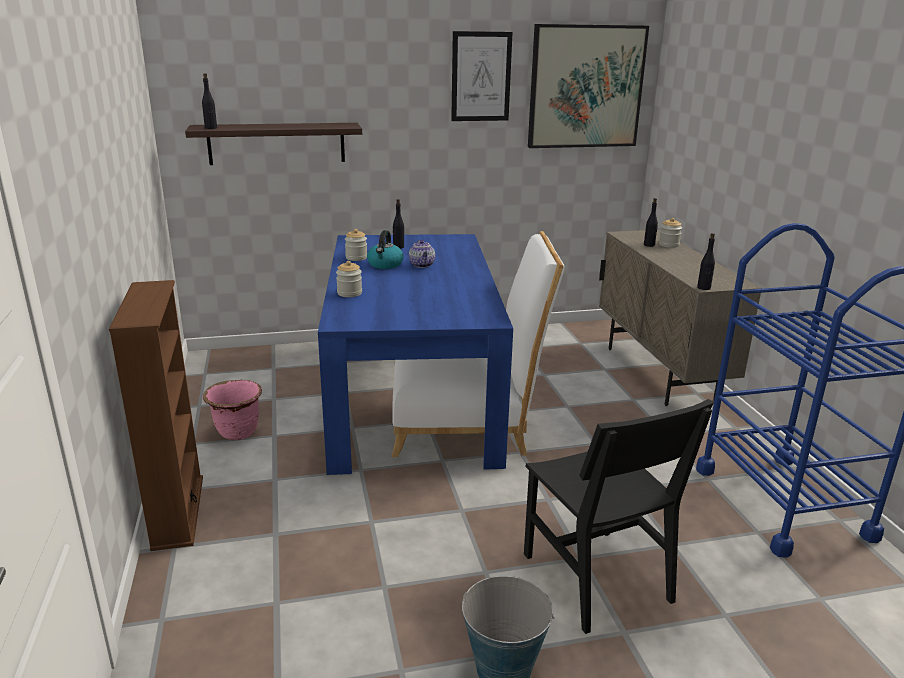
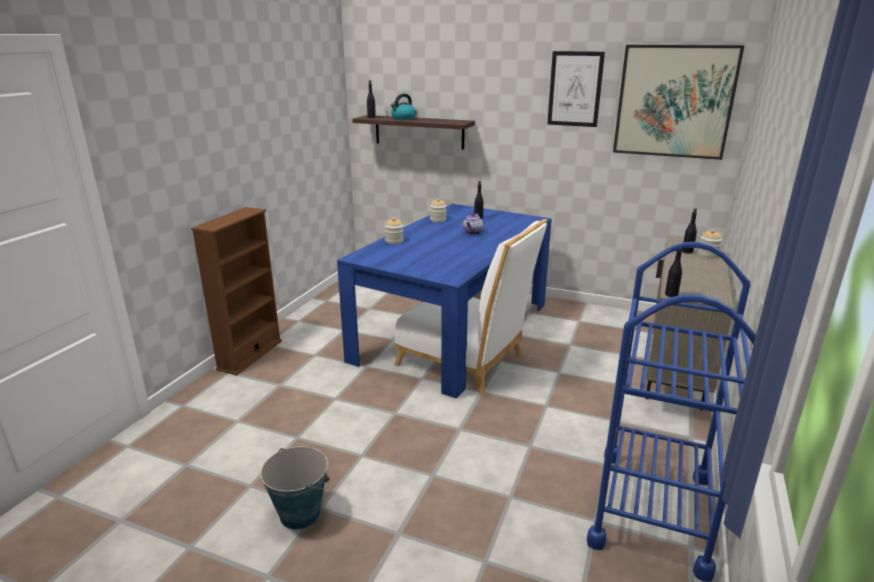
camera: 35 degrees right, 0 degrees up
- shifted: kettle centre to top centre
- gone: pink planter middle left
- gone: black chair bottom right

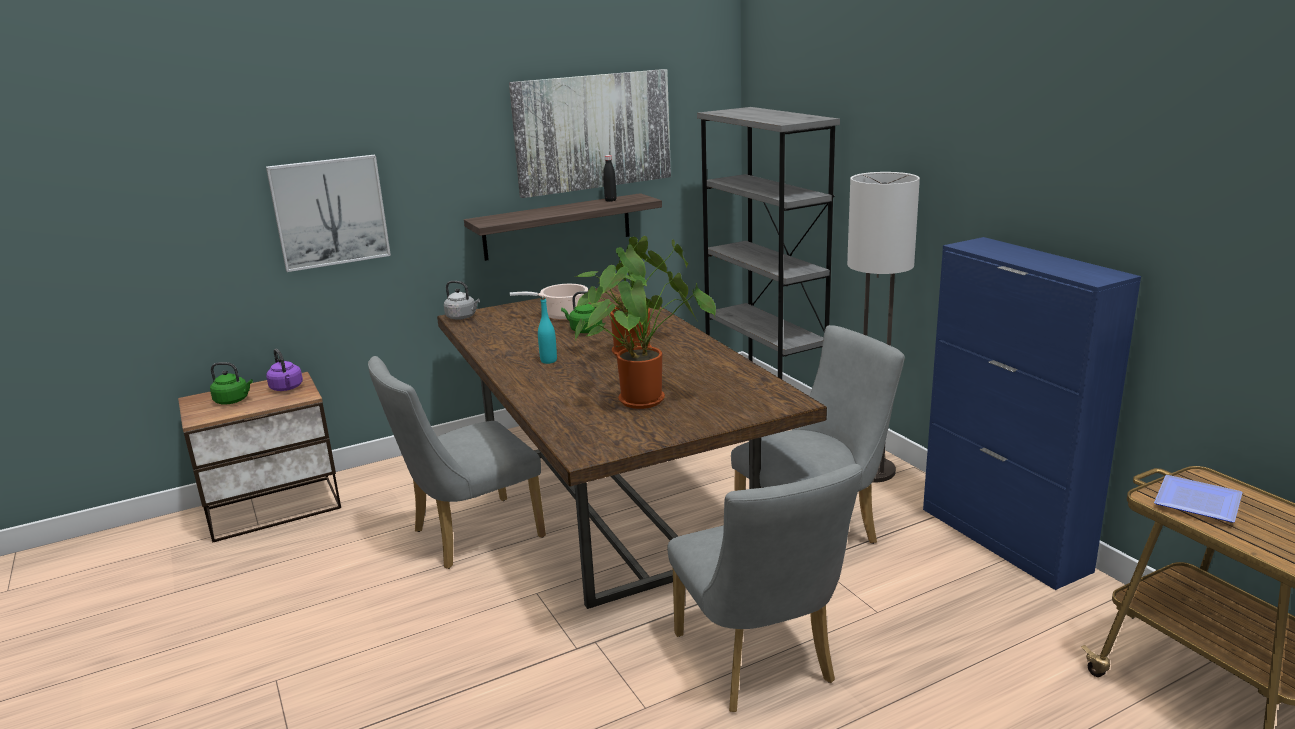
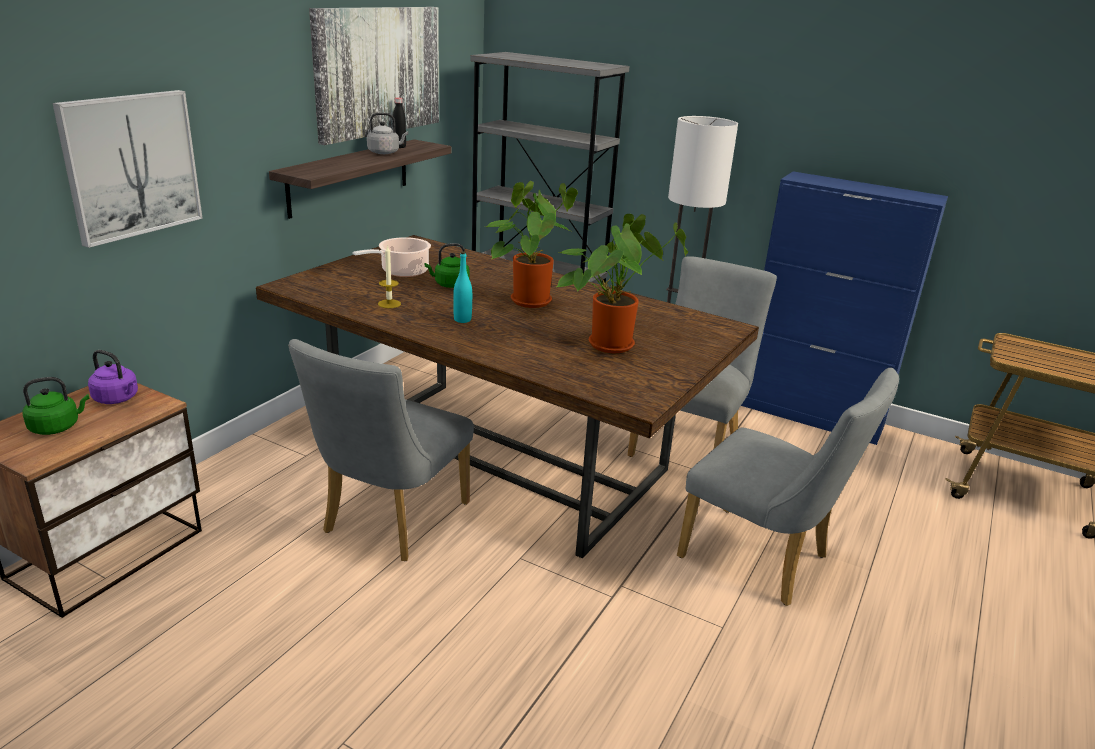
camera: 35 degrees left, 5 degrees up
- shifted: grey kettle centre to top centre
- new: candle centre
- gone: plate bottom right

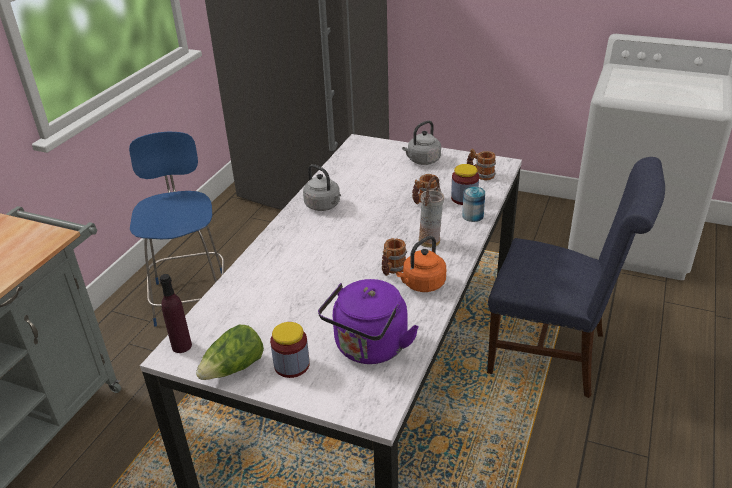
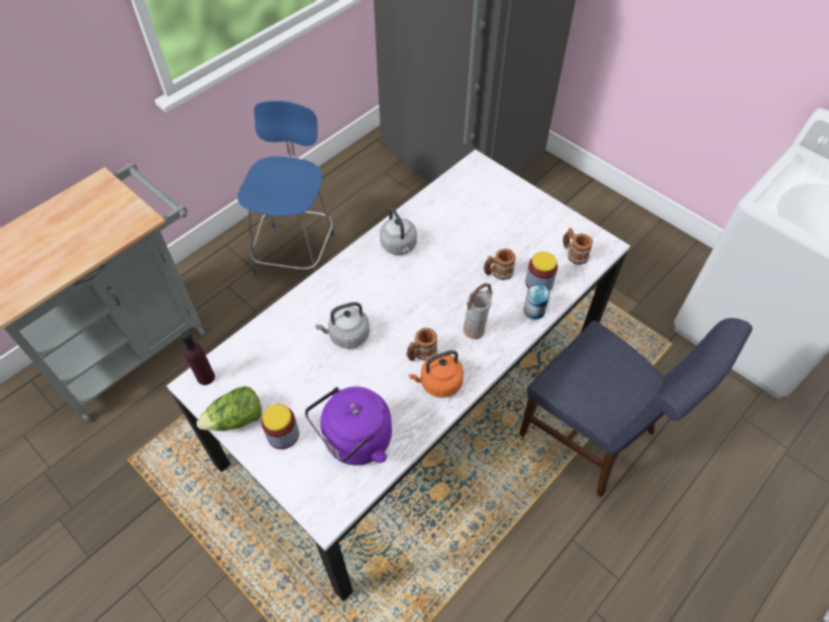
camera: 20 degrees right, 20 degrees up
- shifted: grey kettle (no. 2 from left in the first image) top centre to grey kettle (no. 1 from left) centre

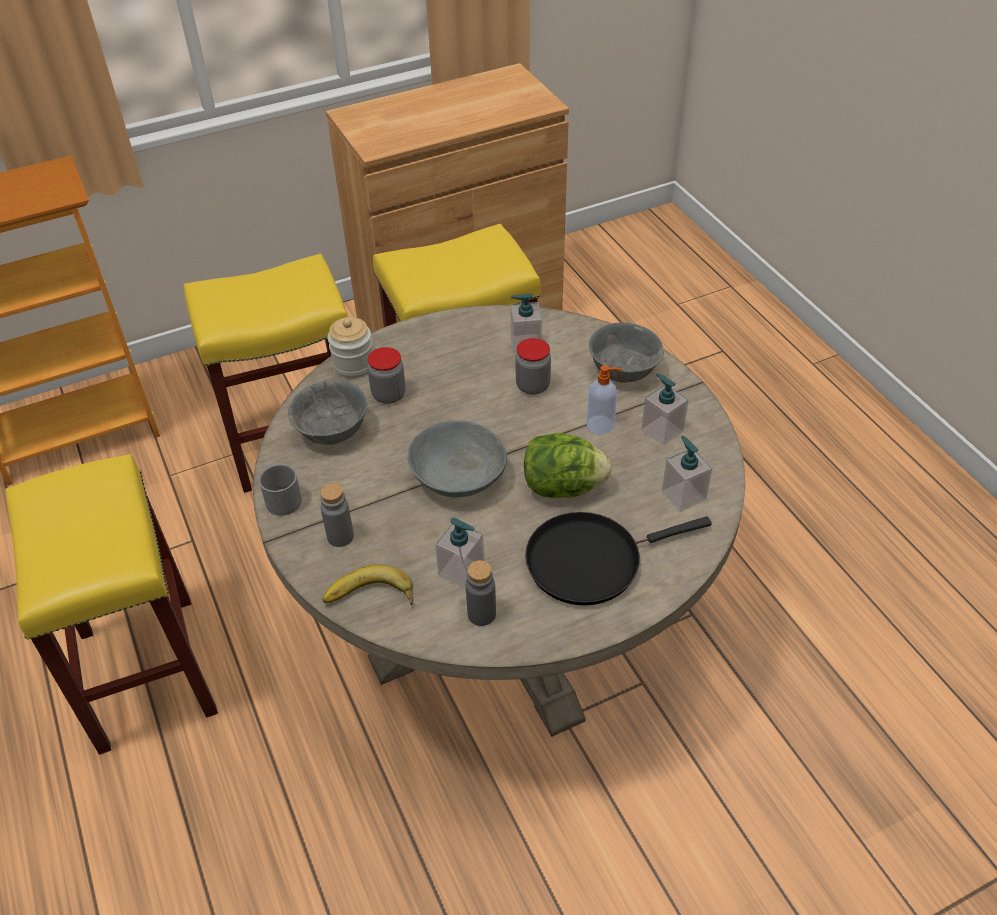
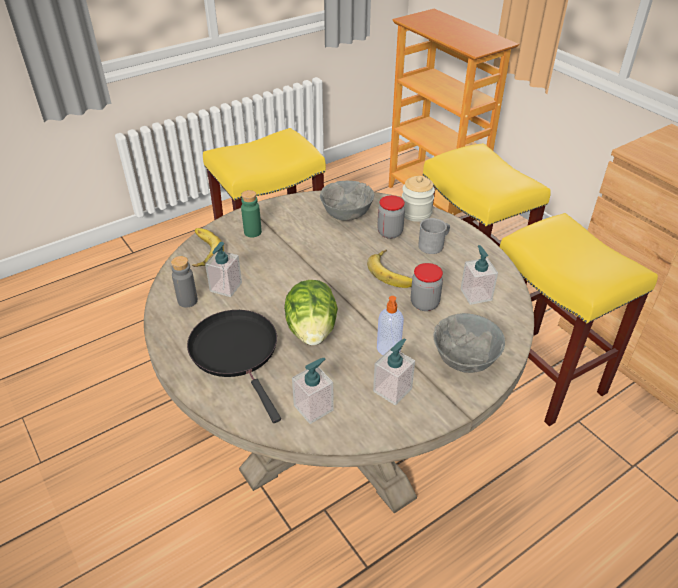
camera: 80 degrees right, 5 degrees down
- repainted: grey bottle (no. 1 from left) centre to green bottle centre
- new: banana (no. 2 from left) centre
- shifted: grey mug middle left to centre
- gone: grey bowl (no. 2 from left) centre

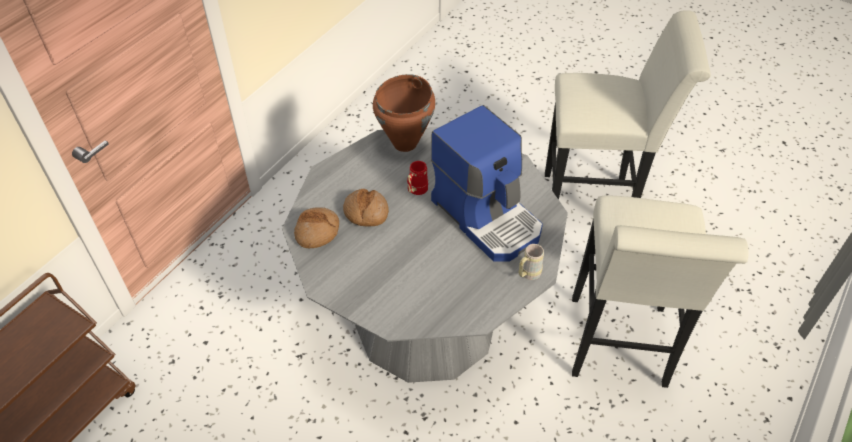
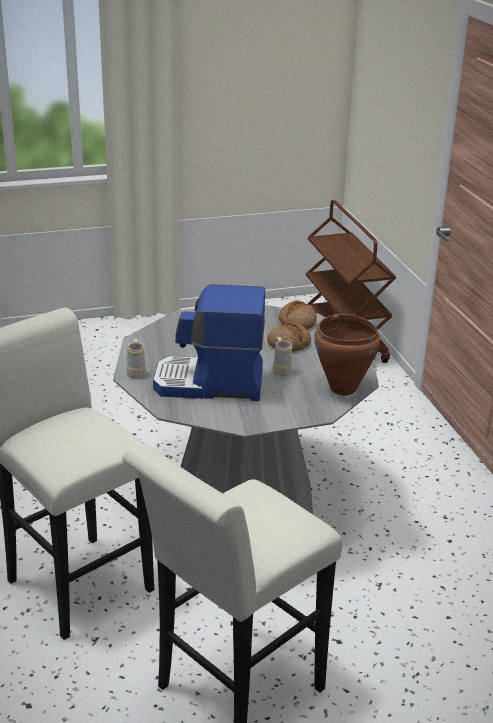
camera: 130 degrees right, 20 degrees down
- repainted: red mug centre to beige mug (no. 2 from left) centre

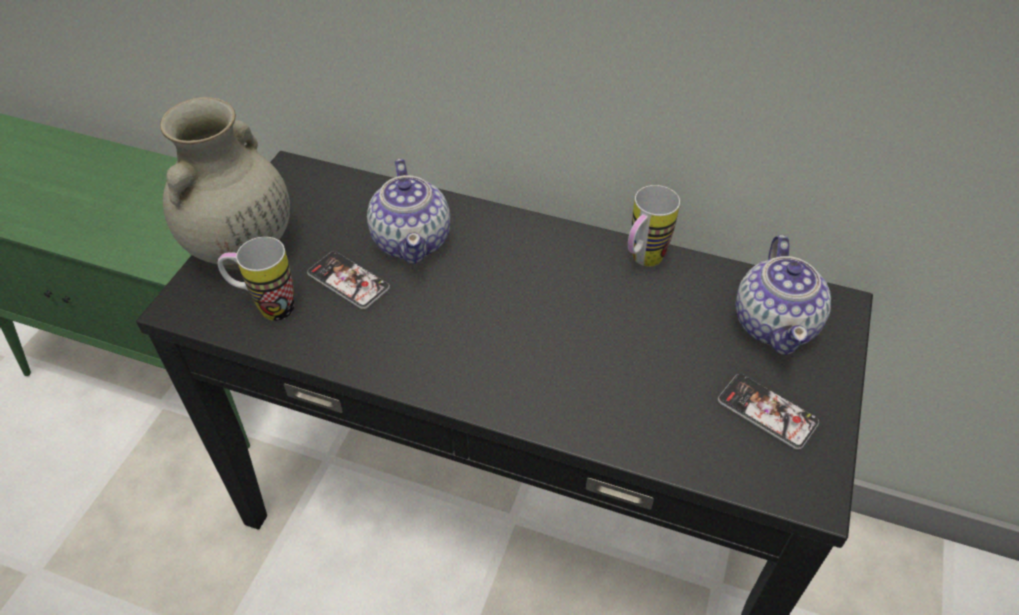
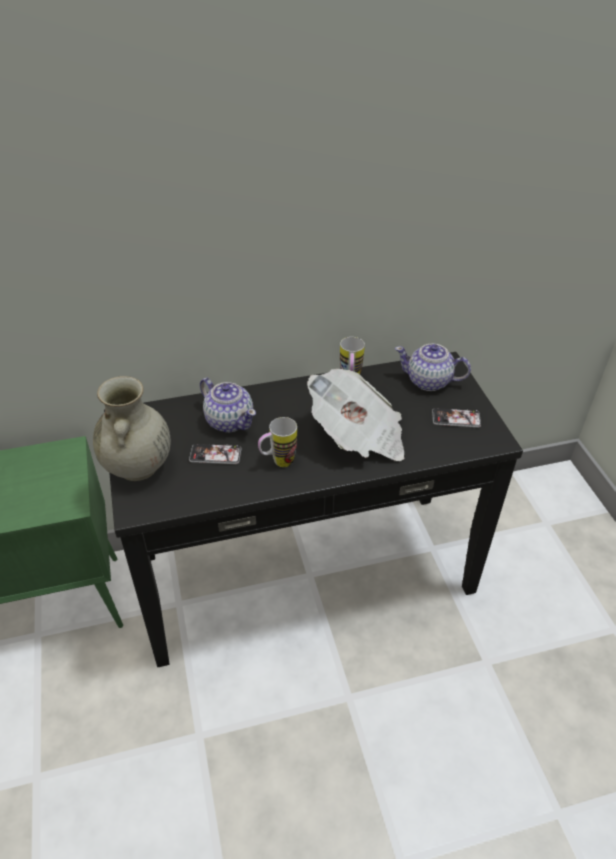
camera: 35 degrees left, 5 degrees down
- shifted: mug (no. 1 from left) middle left to centre
- new: newspaper centre
- rotated: teapot (no. 2 from left) middle right = middle right 135 degrees clockwise

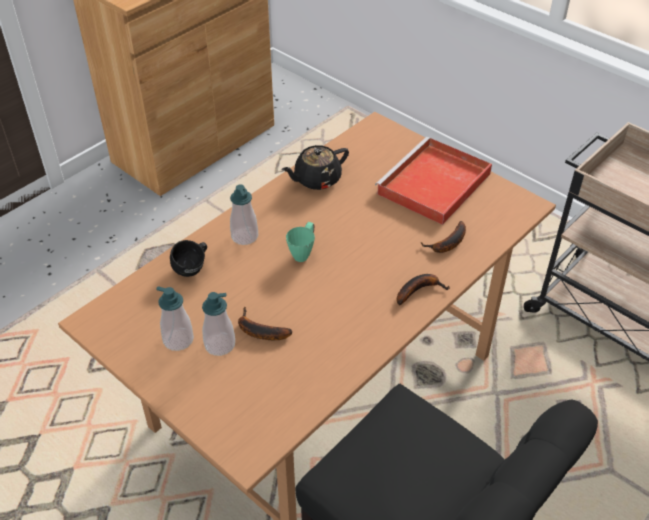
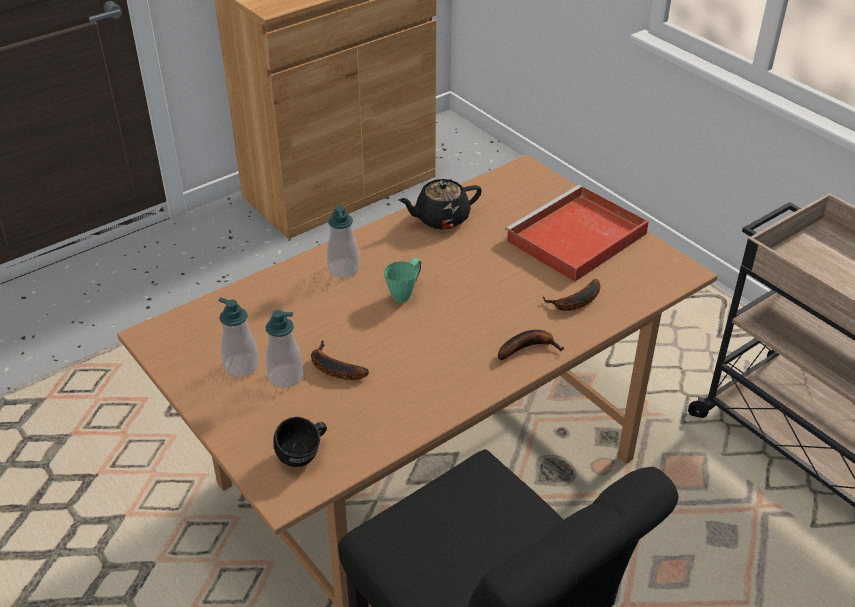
camera: 10 degrees right, 5 degrees down
- shifted: black mug middle left to bottom centre

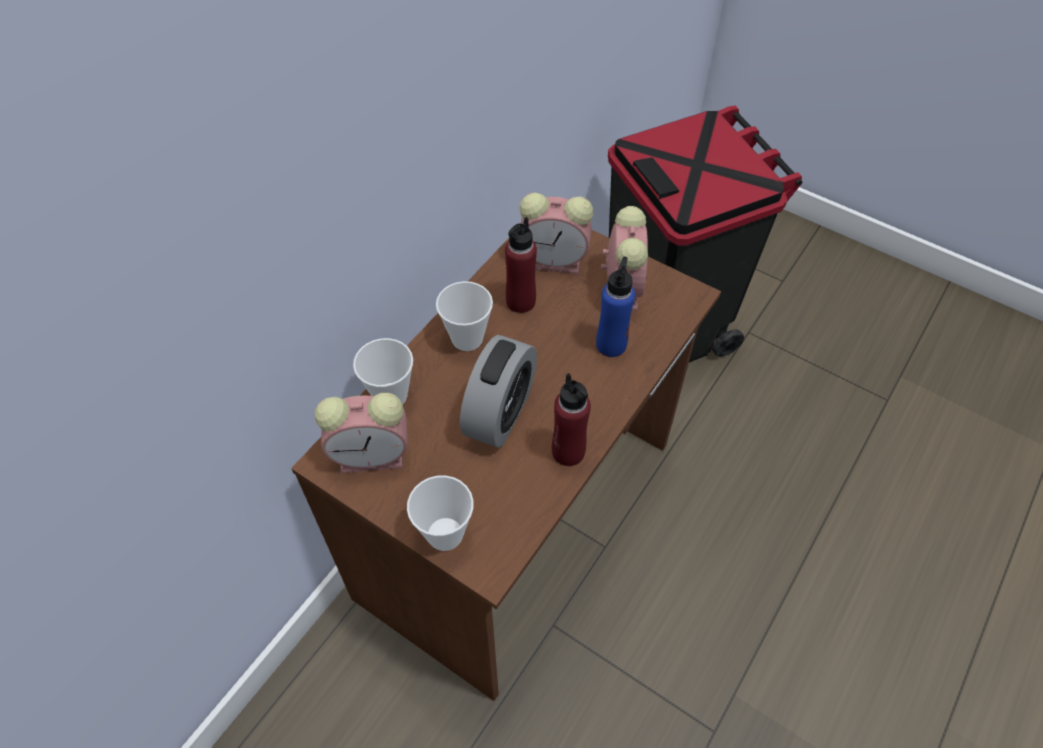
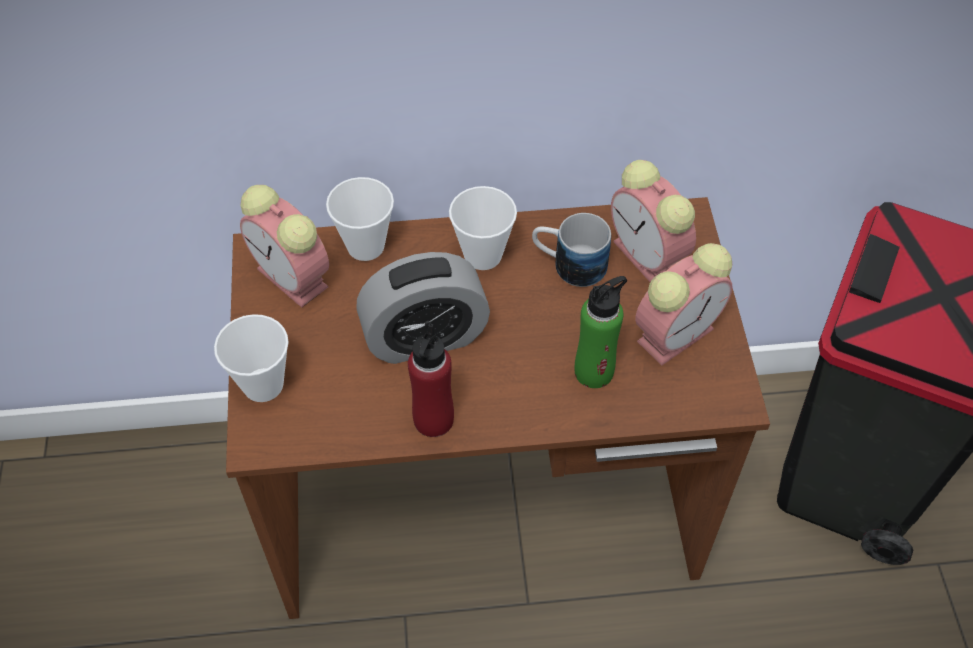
camera: 50 degrees right, 0 degrees up
- swapped: red bottle (no. 1 from left) centre to mug centre
- repainted: blue bottle centre to green bottle centre

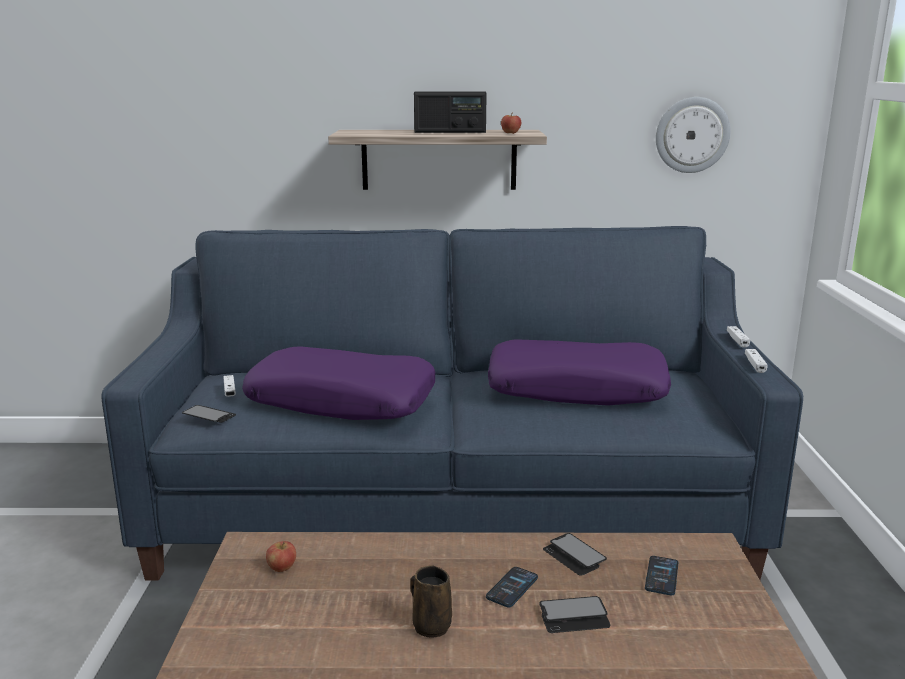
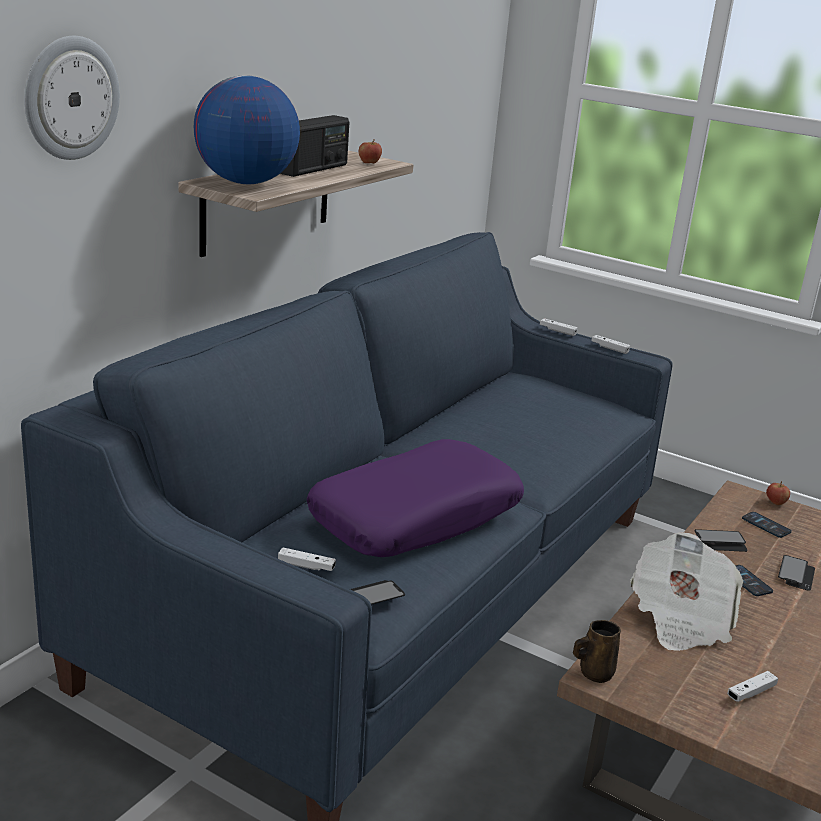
camera: 60 degrees left, 5 degrees up
- shifted: wall clock top right to top left
- new: globe top left
- shifted: brown mug bottom centre to bottom right
- new: newspaper bottom right
- new: white game controller (no. 4 from left) bottom right
- shifted: apple (no. 1 from left in the first image) bottom left to apple (no. 2 from left) middle right
- gone: purple pillow (no. 2 from left) centre

